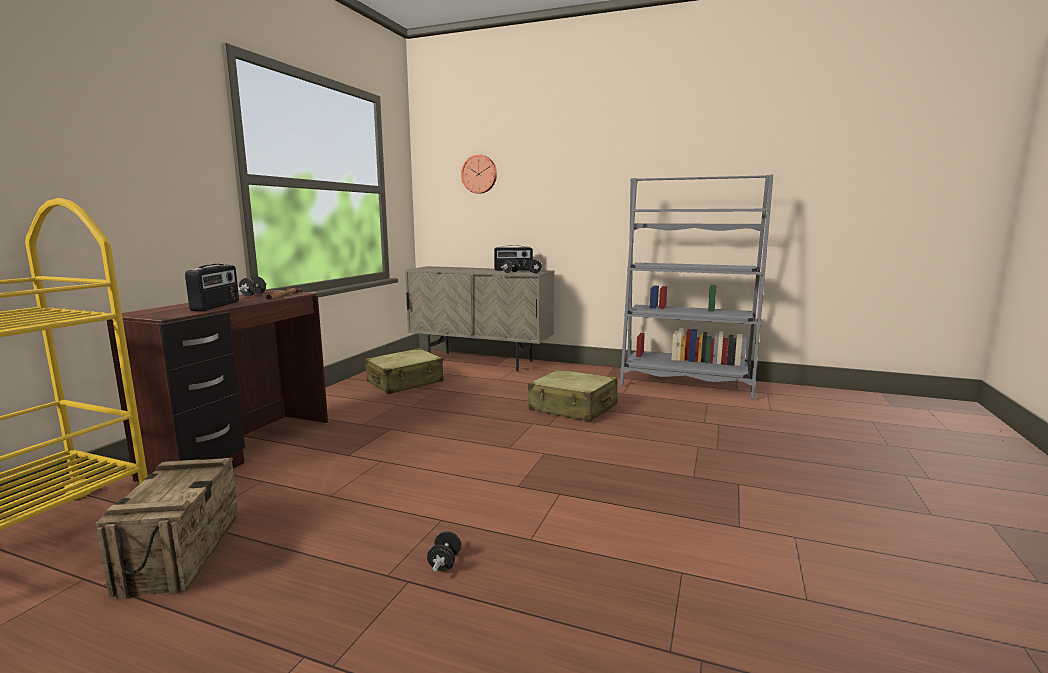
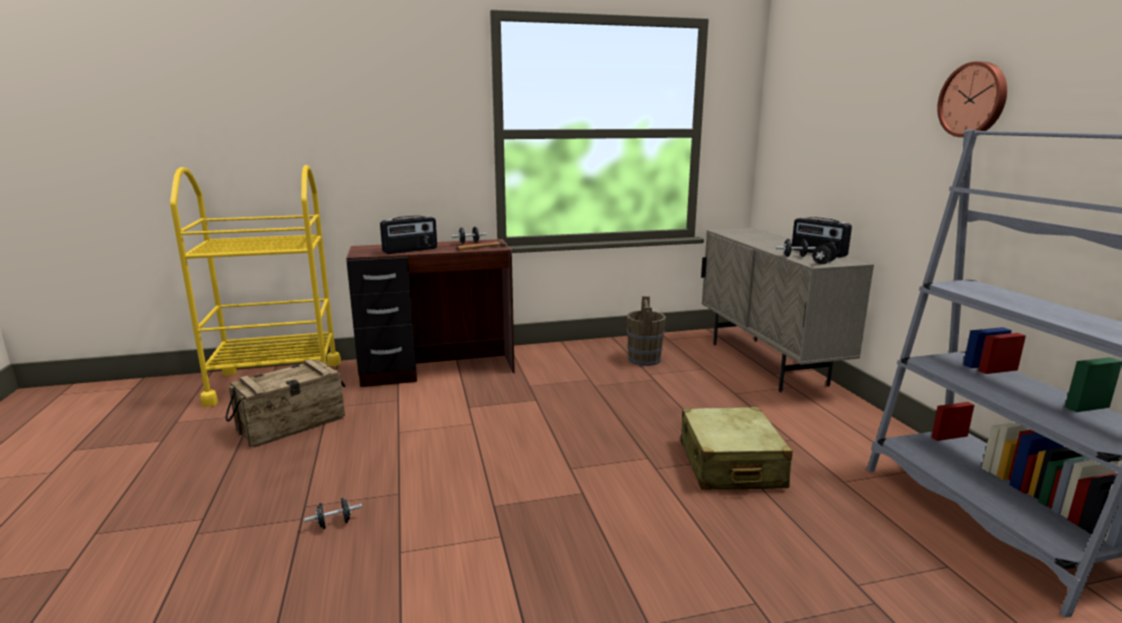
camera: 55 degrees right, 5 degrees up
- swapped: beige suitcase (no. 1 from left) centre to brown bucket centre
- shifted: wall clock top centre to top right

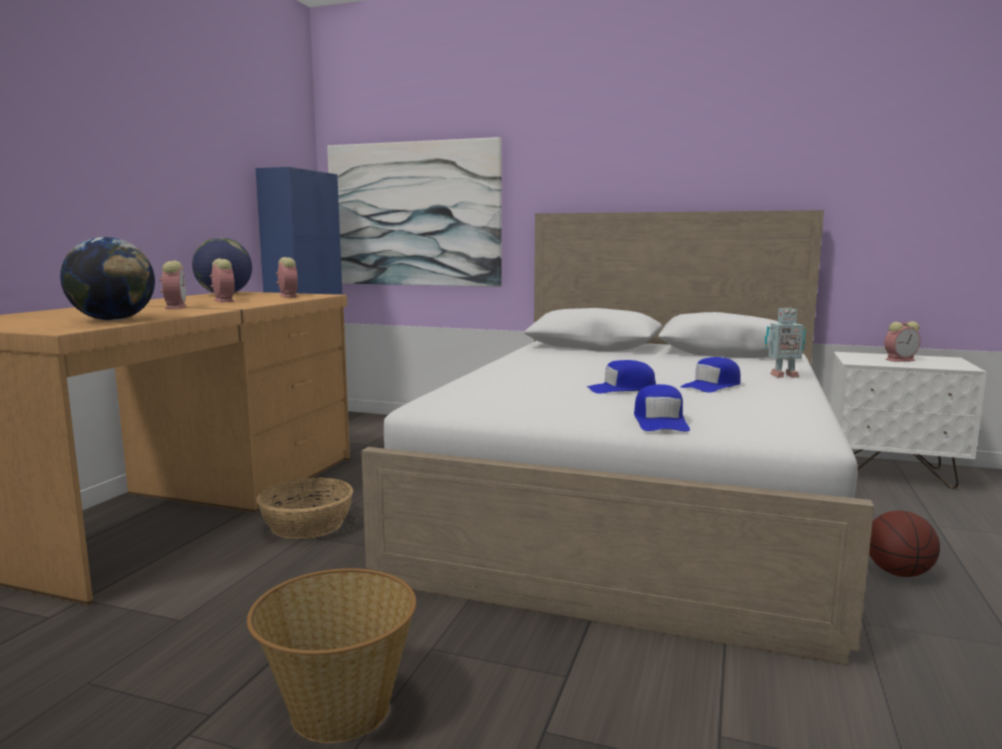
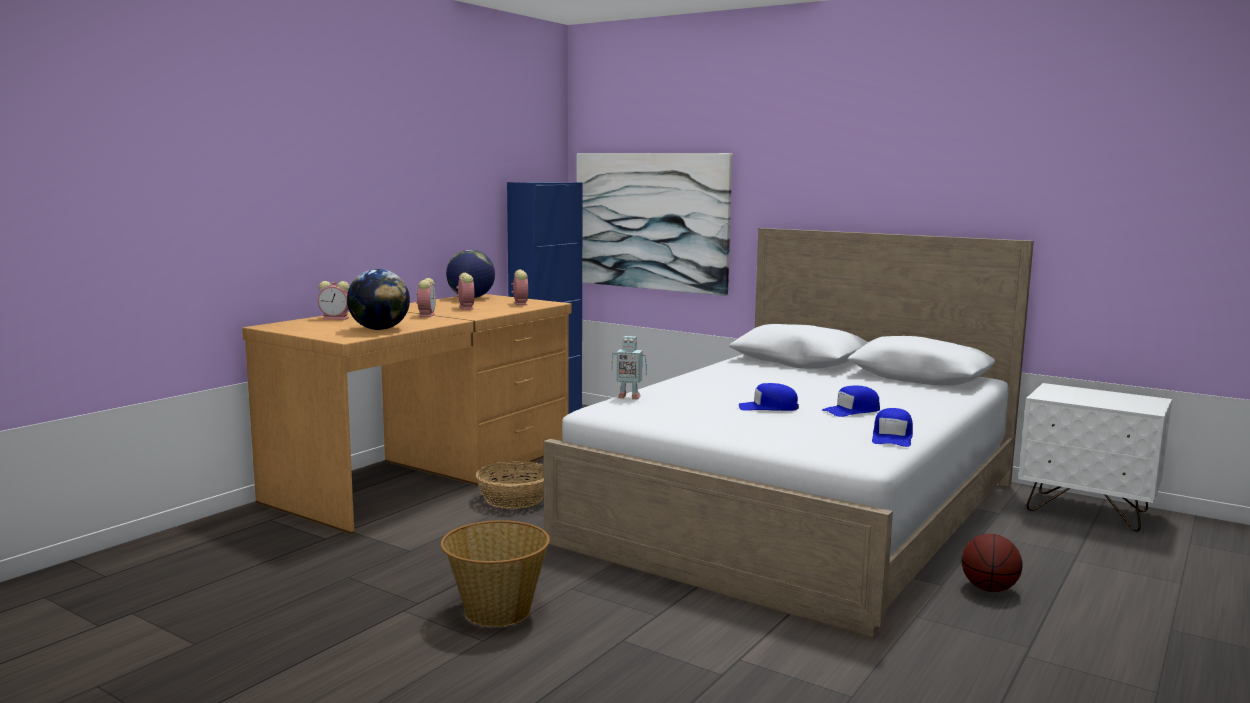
camera: 15 degrees right, 0 degrees up
- shifted: alarm clock (no. 4 from left in the first image) middle right to alarm clock (no. 1 from left) middle left
- shifted: toy robot middle right to centre
- shifted: blue cap (no. 2 from left in the first image) centre to blue cap (no. 3 from left) middle right

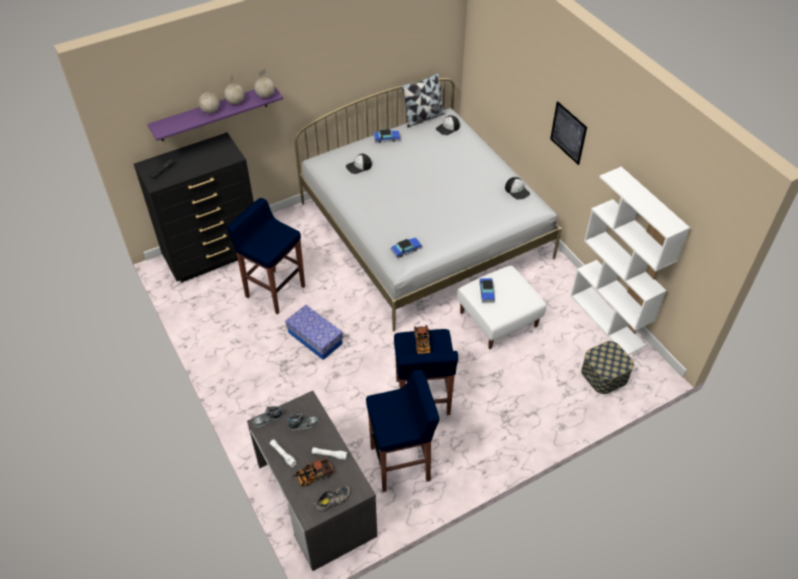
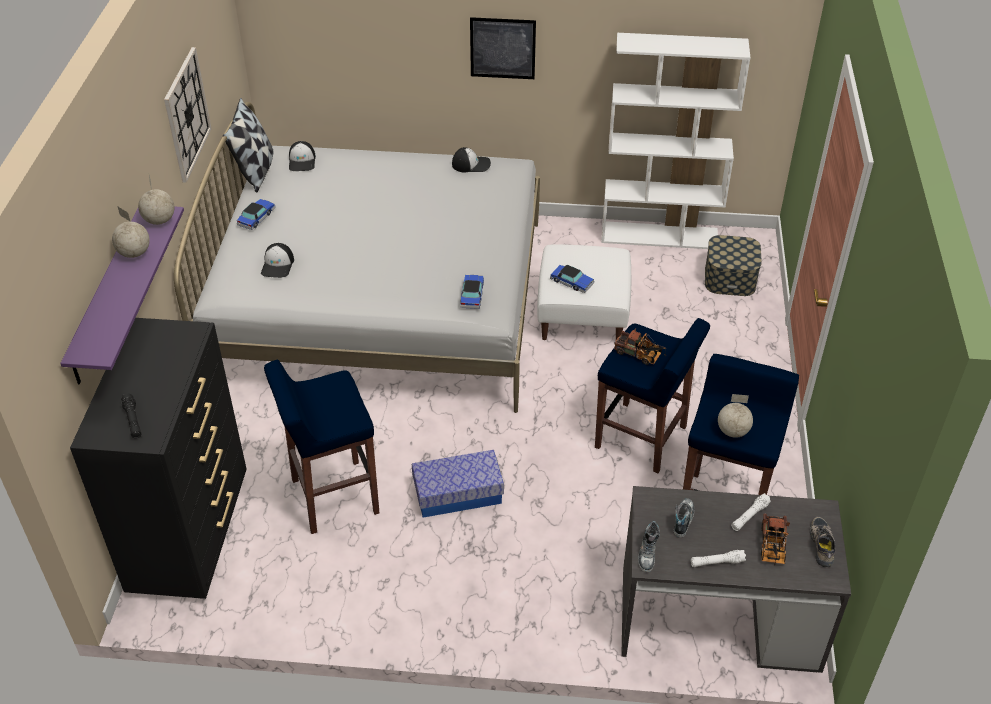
camera: 55 degrees left, 5 degrees down
- new: wall clock top left
- shifted: globe (no. 1 from left in the first image) top left to globe (no. 3 from left) middle right

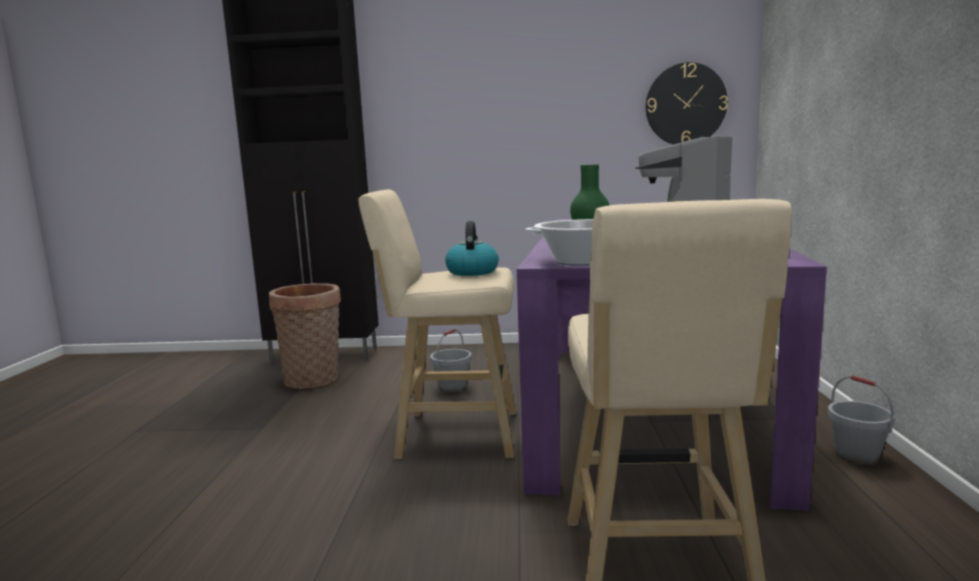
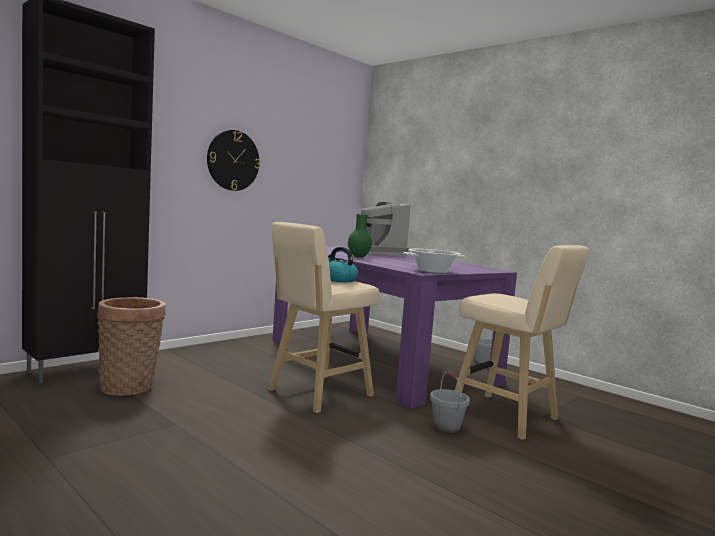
camera: 50 degrees left, 5 degrees down
- shifted: wall clock top right to top left
- shifted: grey bucket (no. 1 from left) centre to bottom centre

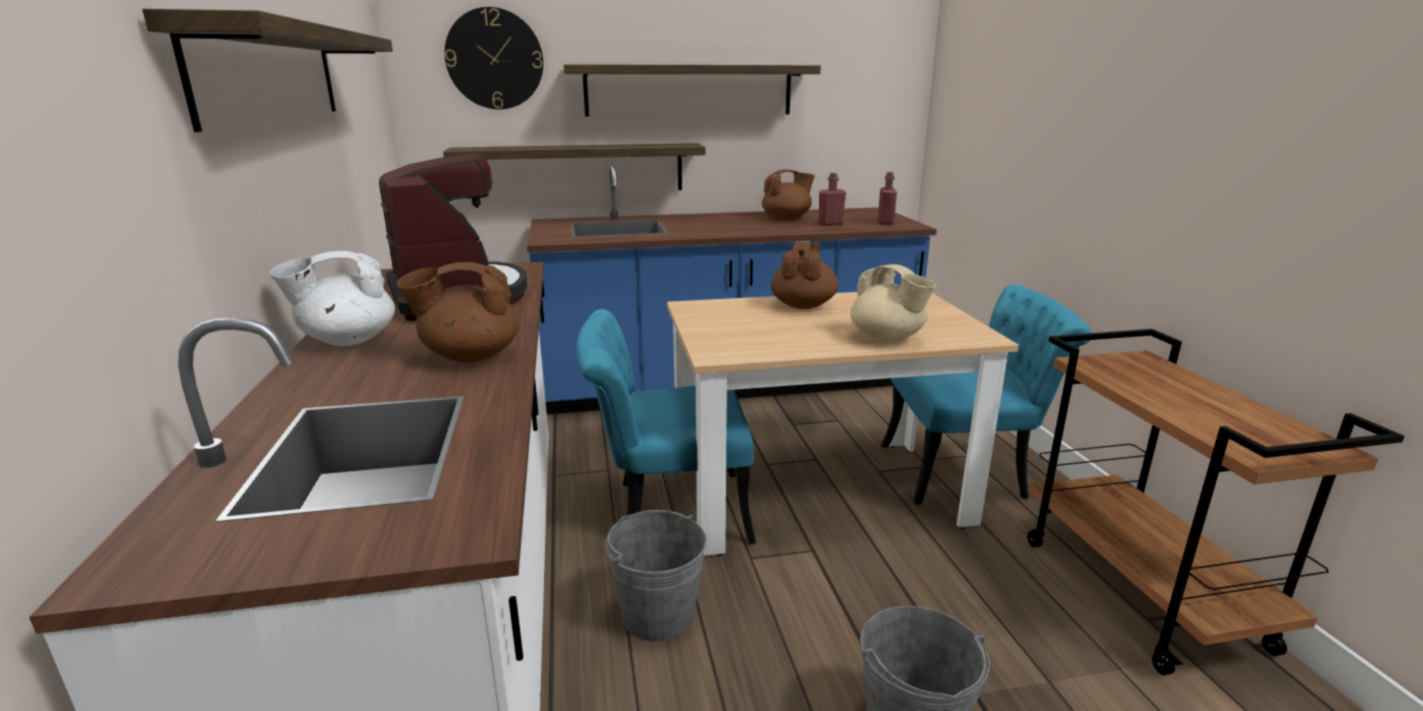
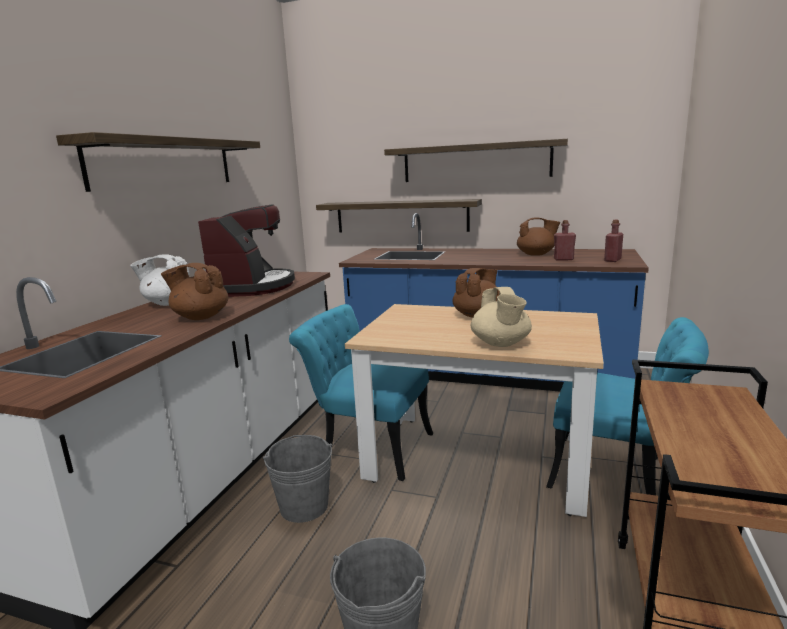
camera: 30 degrees right, 5 degrees down
- gone: wall clock top centre

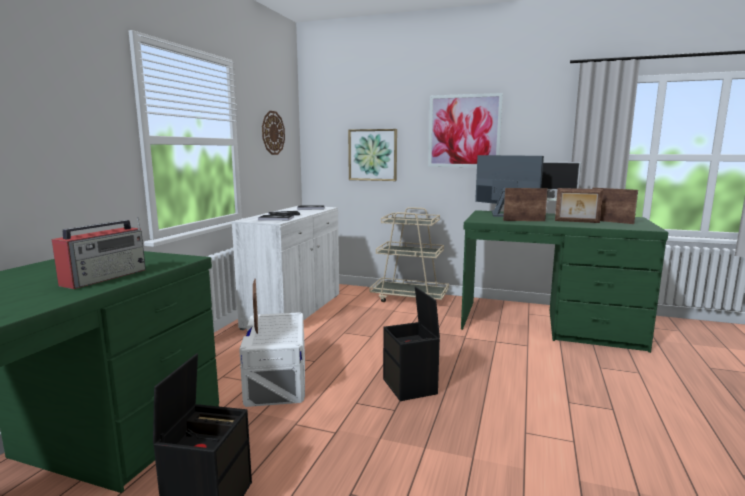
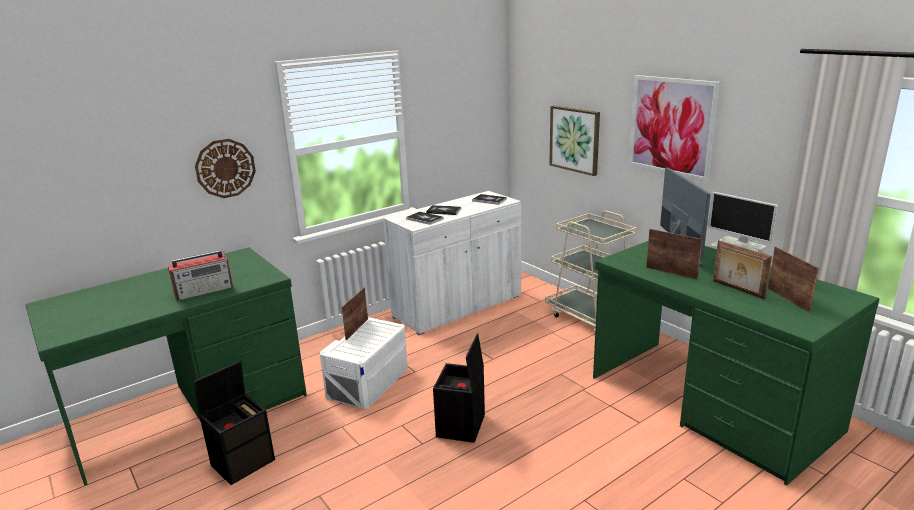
camera: 35 degrees right, 10 degrees up
- shifted: wall clock top centre to top left

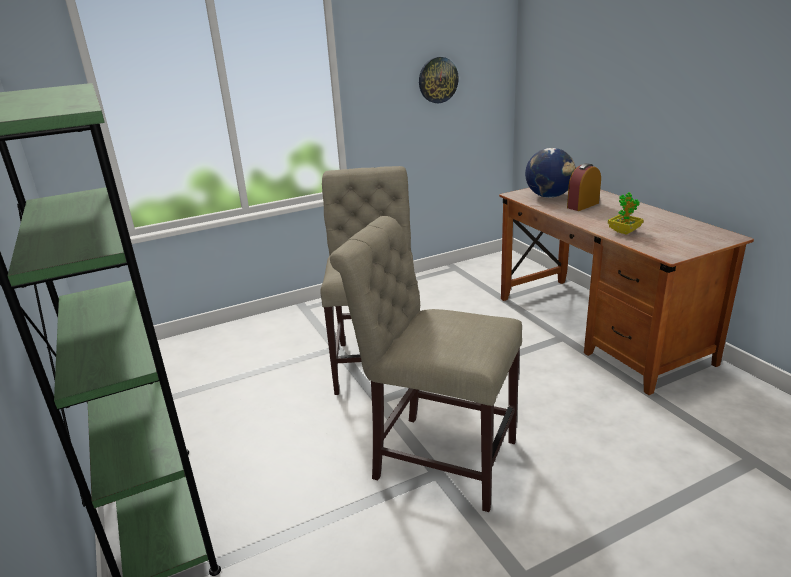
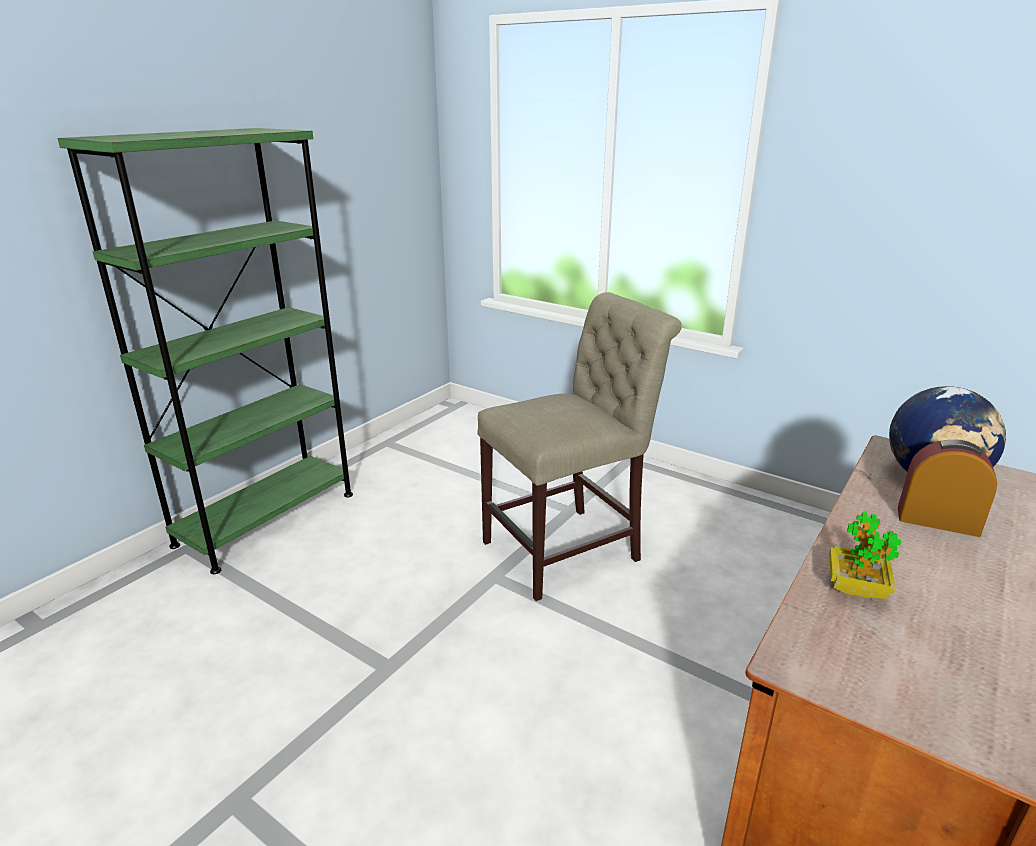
camera: 60 degrees right, 0 degrees up
- gone: beige chair (no. 2 from left) centre
- gone: wall clock top centre

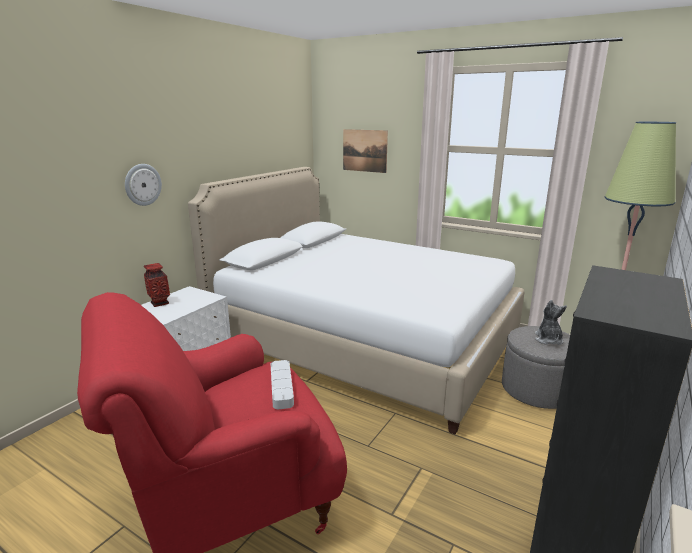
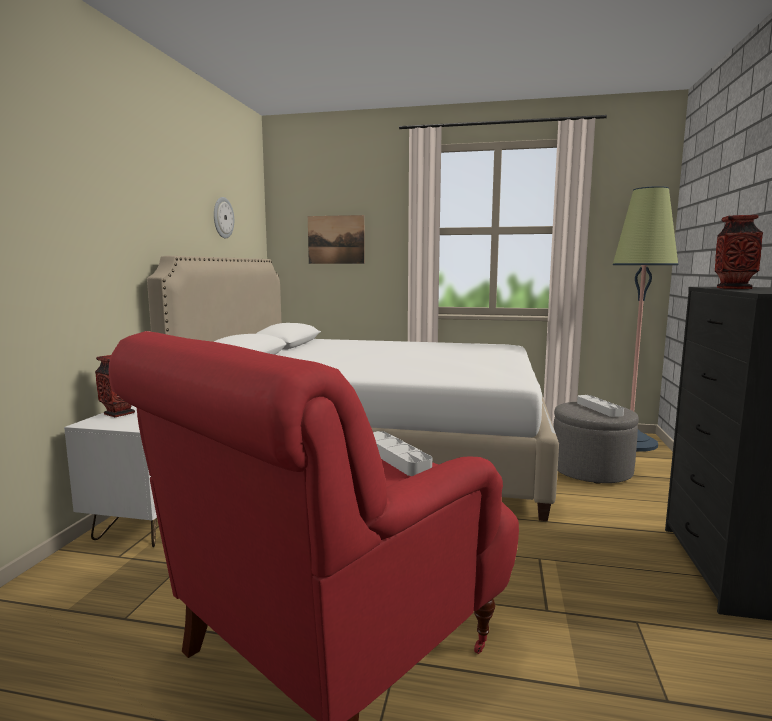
camera: 20 degrees left, 10 degrees down
- shifted: wall clock middle left to top left
- swapped: plush toy middle right to grey tray (no. 2 from left) middle right
- new: vase (no. 2 from left) middle right

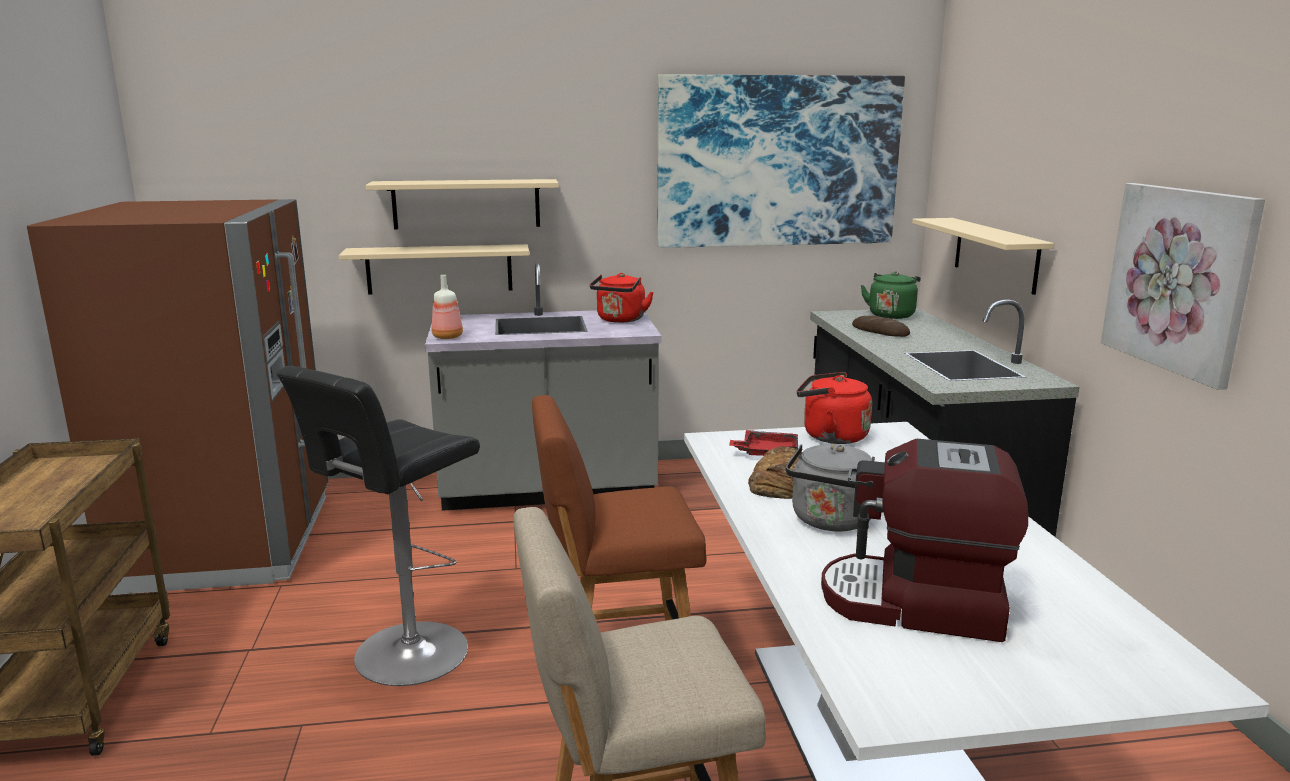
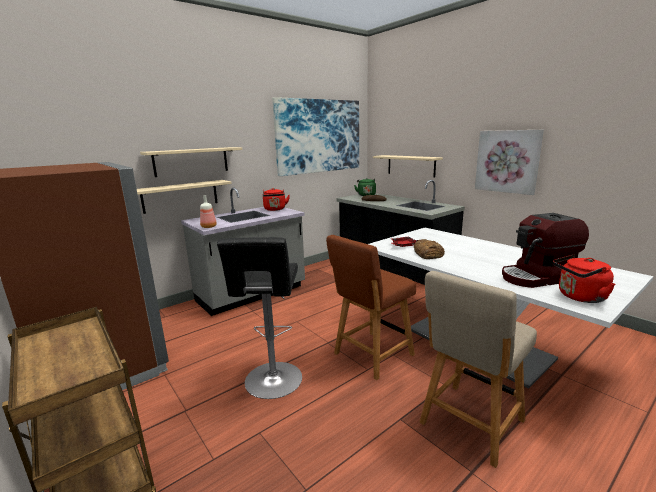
camera: 30 degrees left, 0 degrees up
- shifted: red kettle (no. 2 from left) centre to middle right
- gone: grey kettle centre

